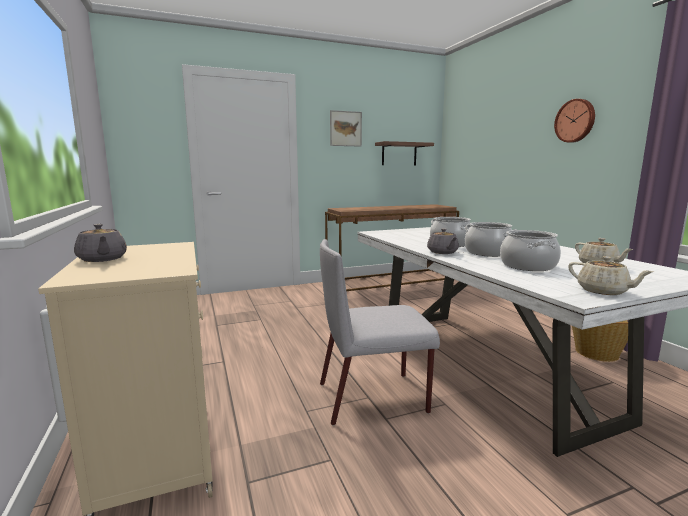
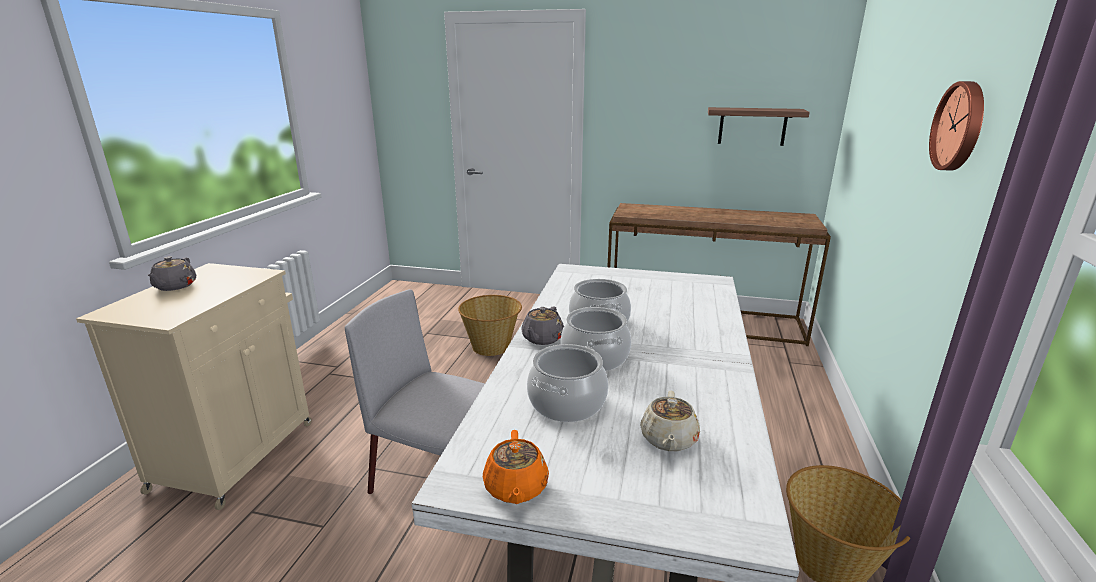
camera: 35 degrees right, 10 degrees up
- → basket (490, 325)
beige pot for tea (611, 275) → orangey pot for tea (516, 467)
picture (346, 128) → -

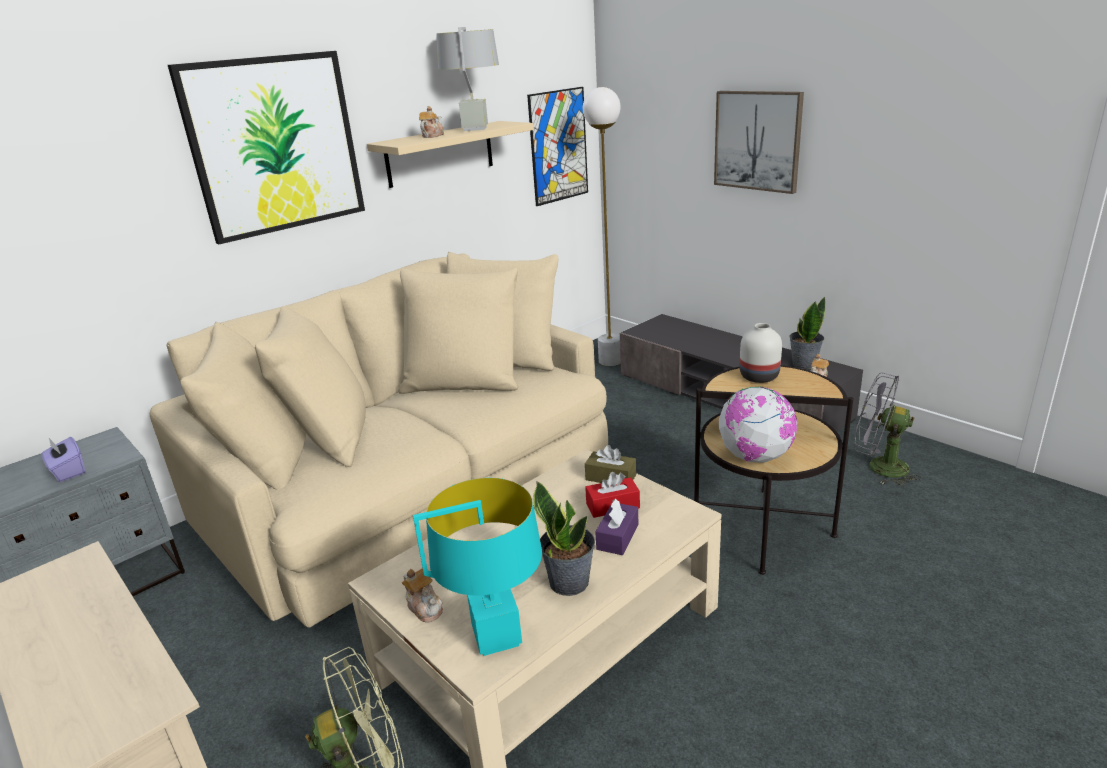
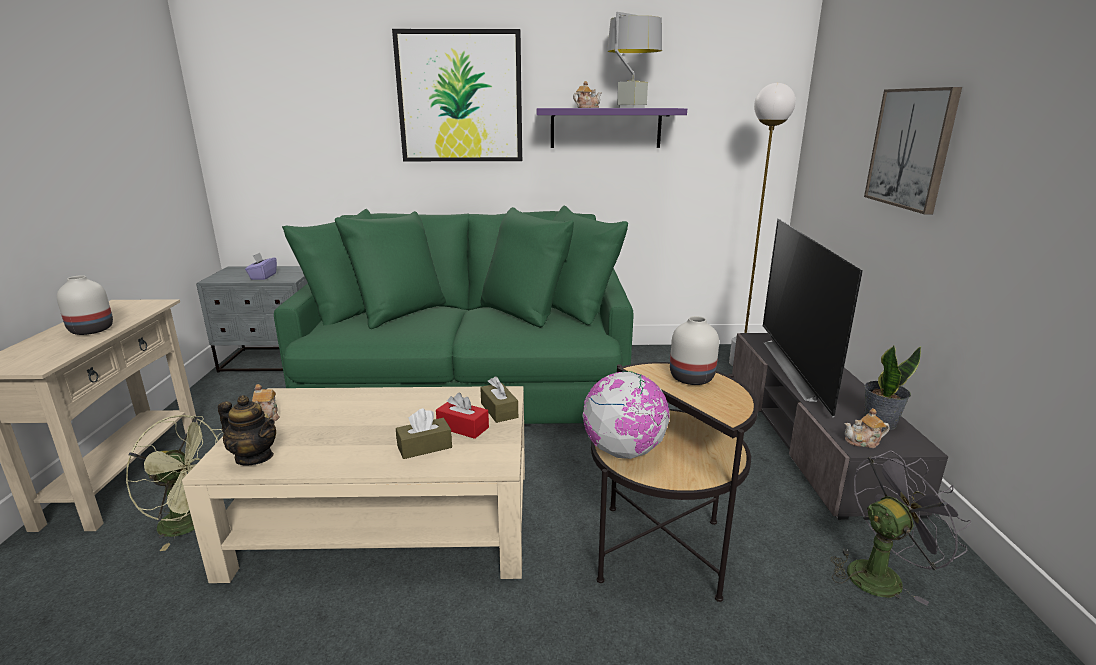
camera: 40 degrees right, 5 degrees down
- → white-coloured vase (85, 305)
turquoise table lamp (477, 567) → pot for tea (247, 430)
beige couch (379, 440) → green couch (453, 314)
purple-coloured box of tissues (616, 527) → brownish box of tissues (424, 433)
beige bracket shelf (450, 154) → purple-coloured bracket shelf (612, 128)
- → TV (813, 318)
gray cooling fan (887, 428) → gray cooling fan (901, 527), 90 degrees clockwise
picture (557, 146) → -
potted plant (564, 538) → -

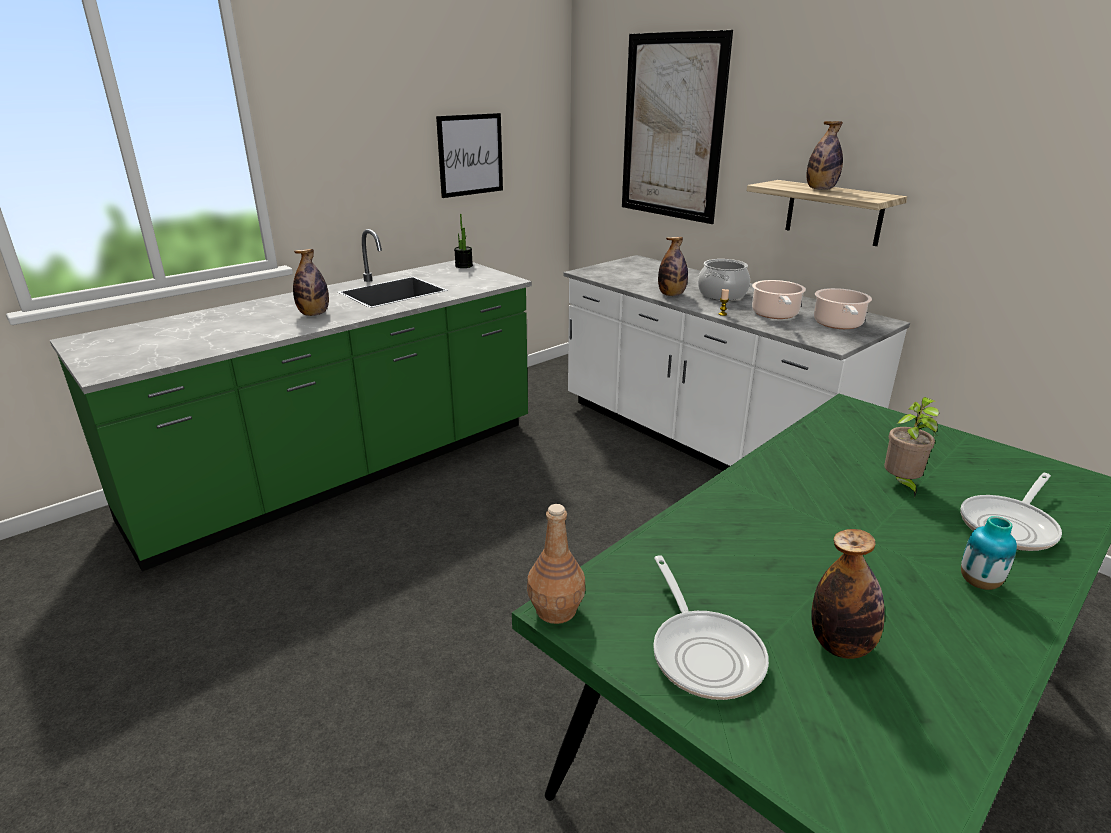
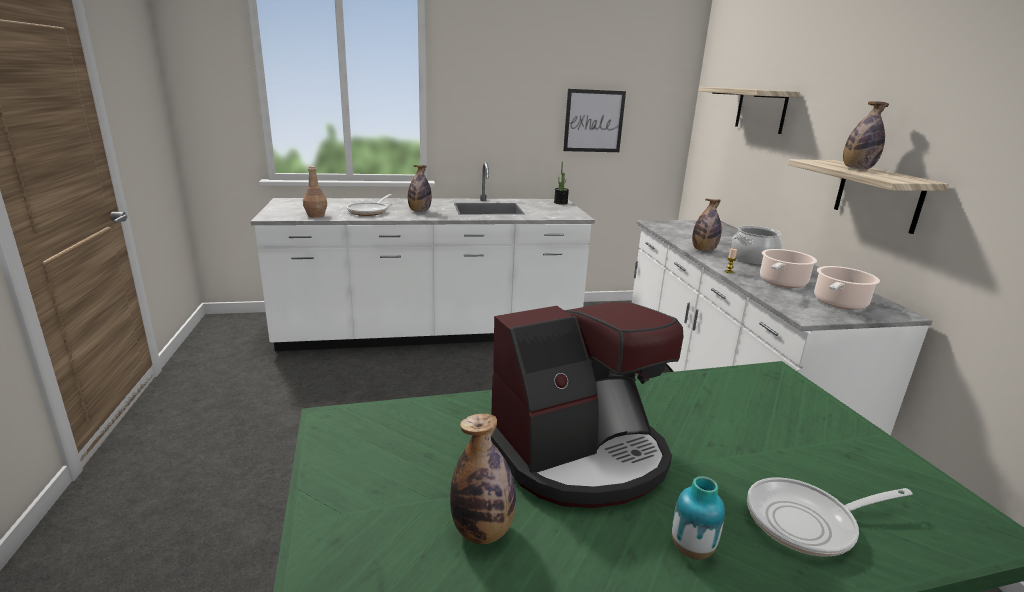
camera: 30 degrees right, 5 degrees down
green kitchen counter (291, 400) → white-coloured kitchen counter (423, 256)
brownish drink bottle (556, 564) → brownish drink bottle (315, 192), relocated
skillet (711, 627) → skillet (369, 205), relocated
- → coffee brewer (587, 404)
picture (677, 127) → bracket shelf (749, 110)
potted plant (911, 446) → -

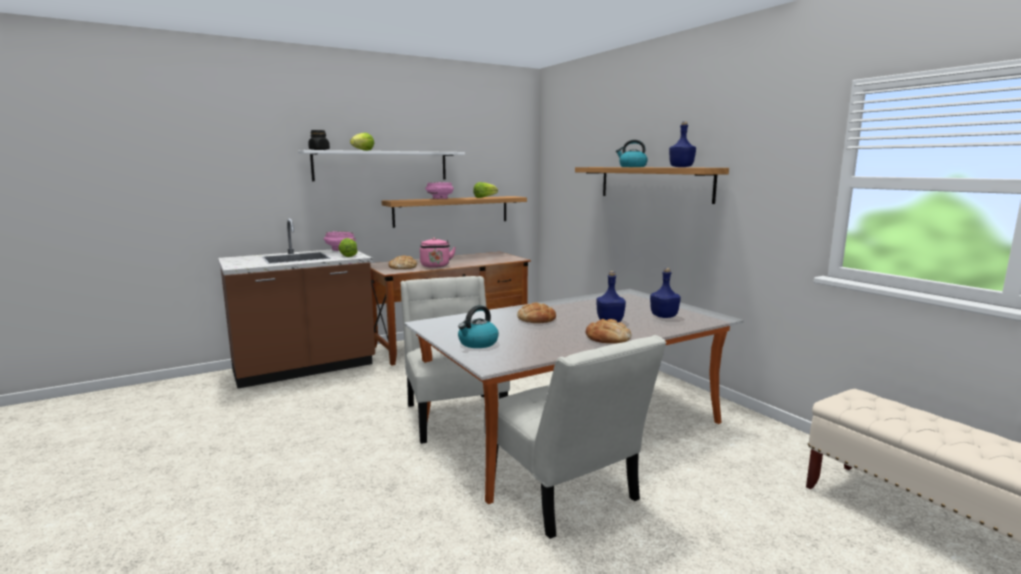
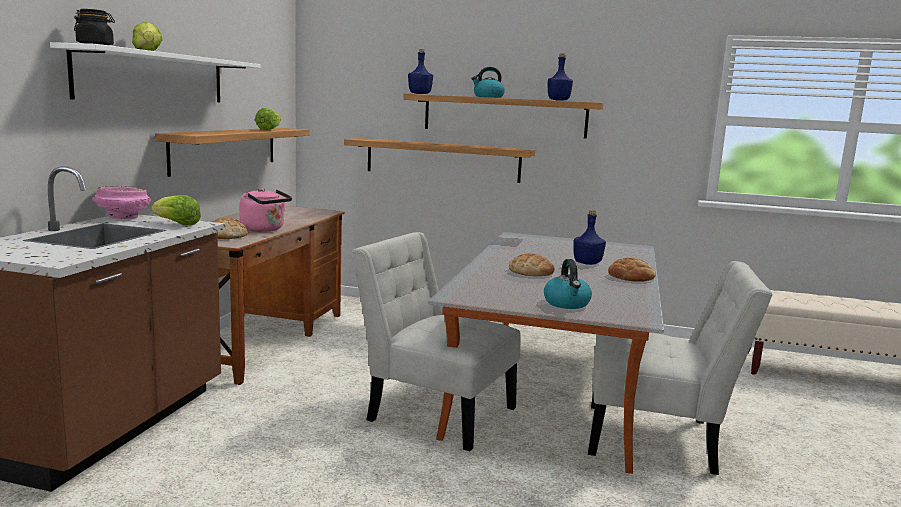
camera: 45 degrees left, 0 degrees up
- → bracket shelf (439, 160)
blue-coloured drink bottle (665, 293) → blue-coloured drink bottle (420, 71), relocated
pink deep dish (439, 190) → -

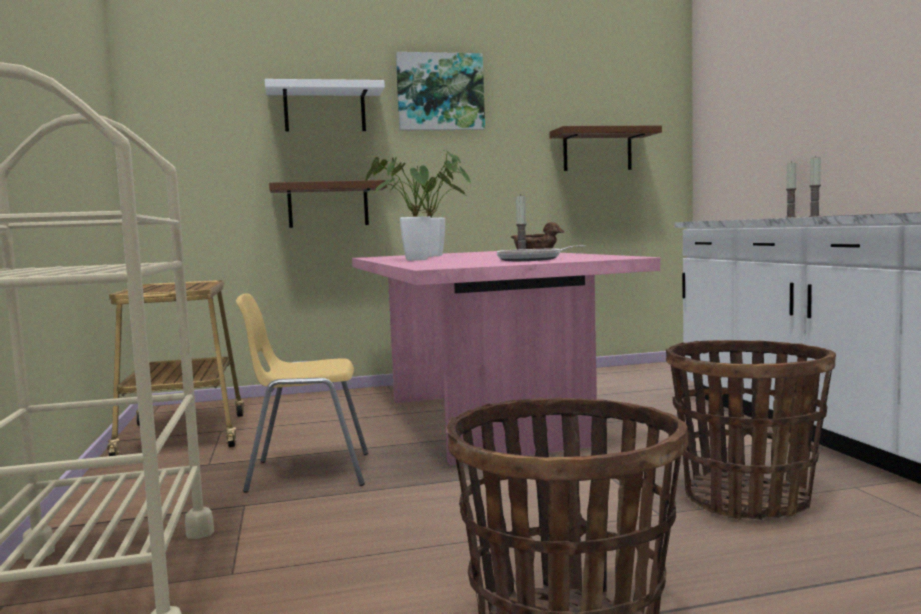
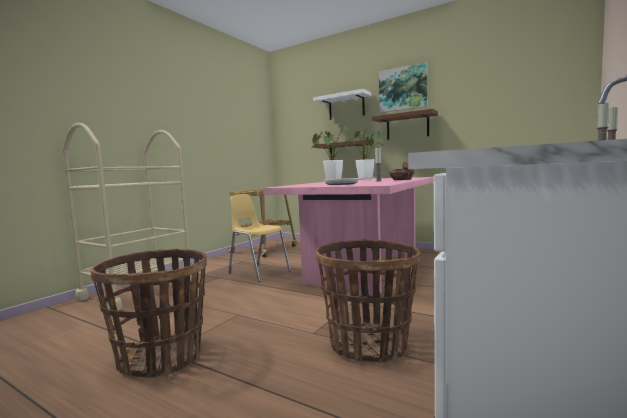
camera: 45 degrees right, 0 degrees up
brownish bracket shelf (605, 148) → brownish bracket shelf (405, 124), relocated

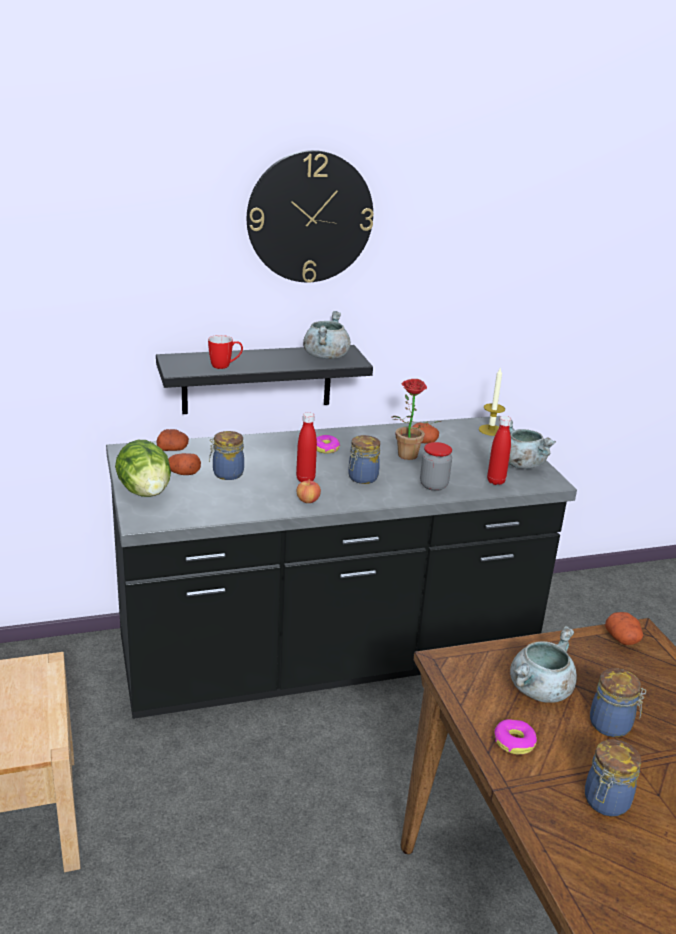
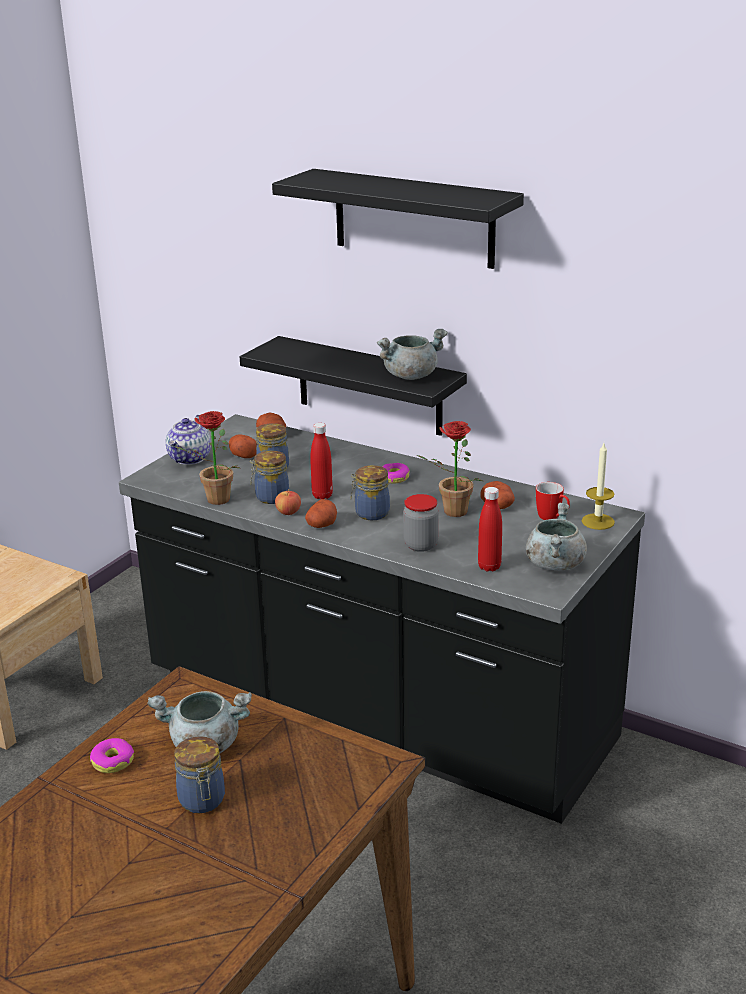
camera: 50 degrees right, 0 degrees up
lettuce (143, 468) → pot for tea (188, 440)
- → potted plant (206, 458)
preserve jar (613, 778) → preserve jar (269, 477), relocated
wall clock (310, 216) → black-coloured bracket shelf (398, 219)
whole potato (624, 628) → whole potato (321, 513), relocated
mug (225, 352) → mug (553, 501), relocated

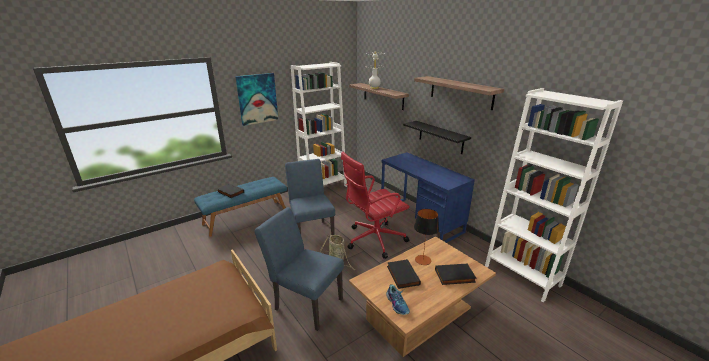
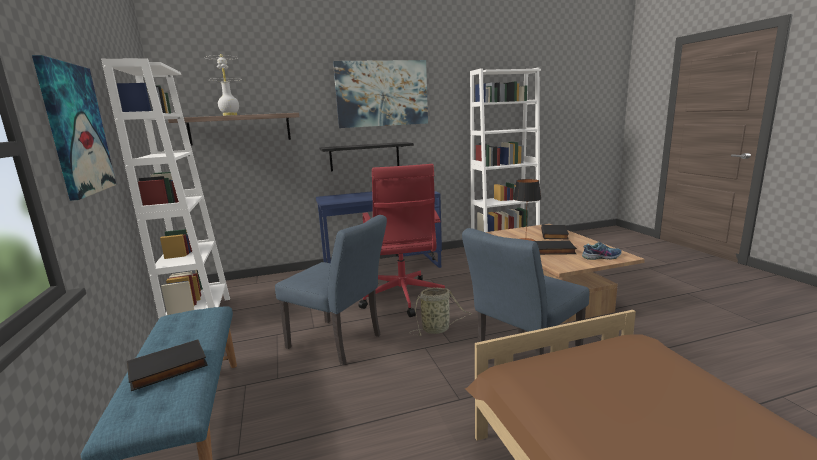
camera: 70 degrees left, 10 degrees down
blue-coloured plain chair (310, 197) → blue-coloured plain chair (331, 290), 150 degrees counterclockwise
bracket shelf (459, 93) → picture (380, 94)

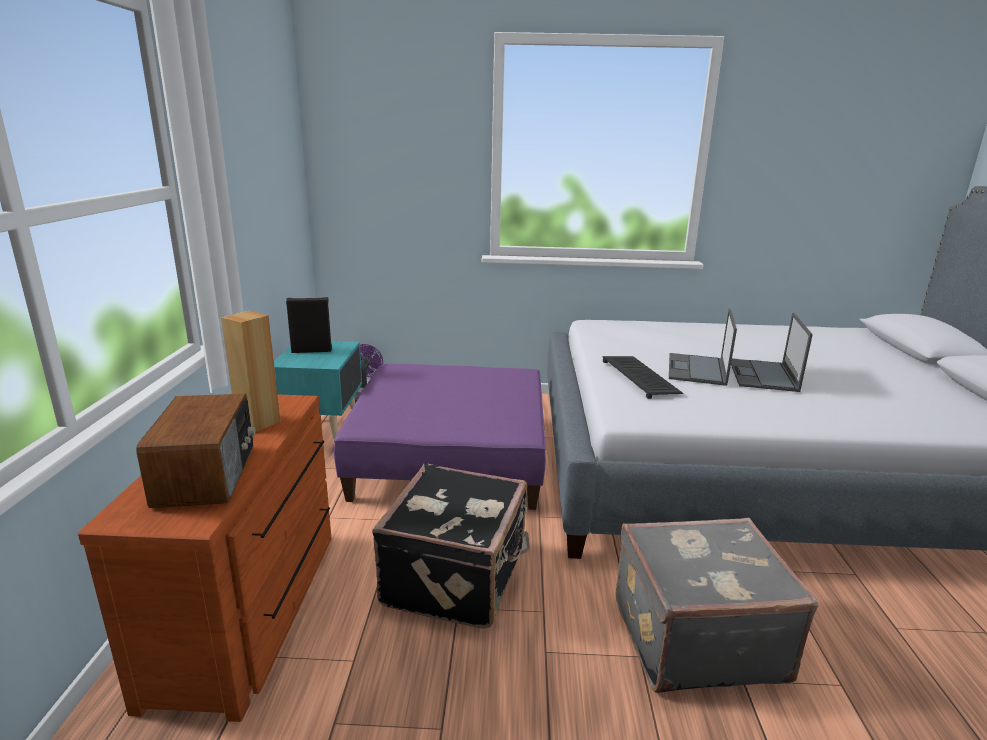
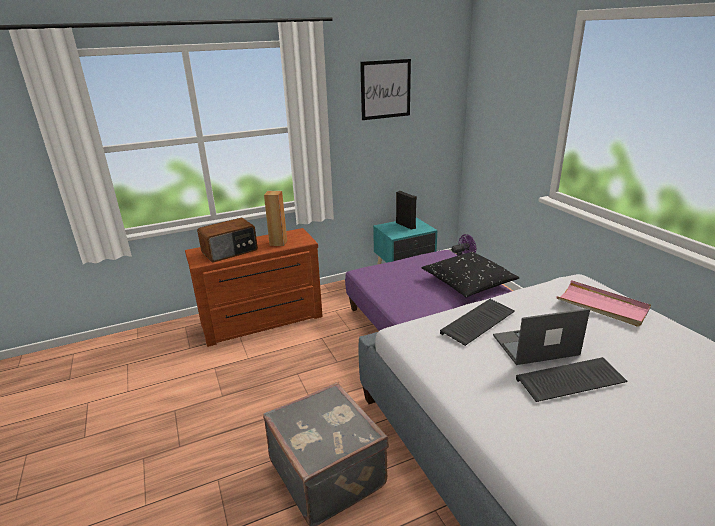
camera: 65 degrees right, 5 degrees up
- → picture (385, 89)
- → black-coloured cushion (470, 275)
portable computer (772, 352) → PC keyboard (572, 379)
- → pink serving tray (604, 303)
black-coloured travel case (450, 546) → -

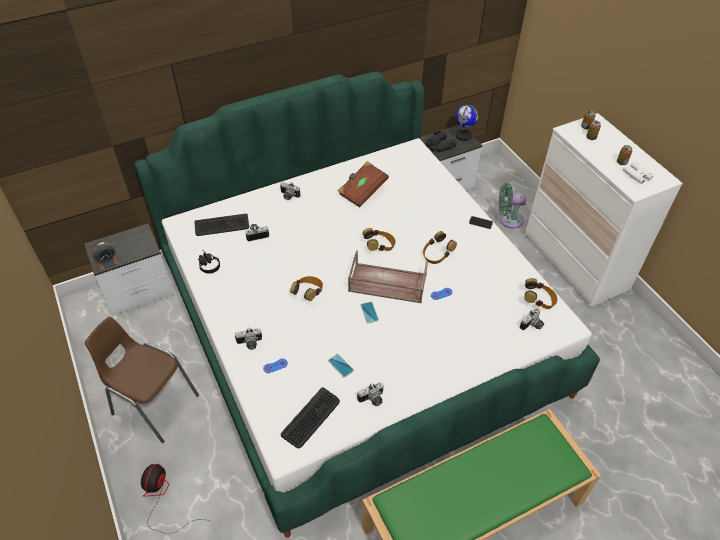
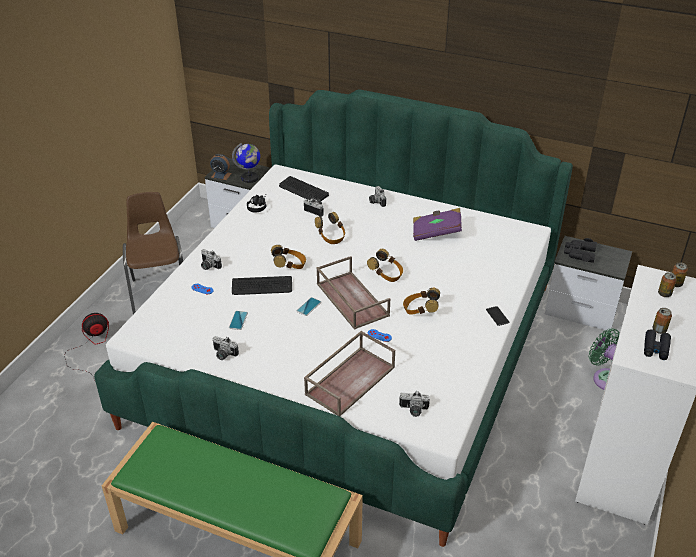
camera: 50 degrees right, 10 degrees down
globe (467, 123) → globe (246, 163), relocated
PC keyboard (310, 417) → PC keyboard (262, 285), relocated
- → brownish serving tray (349, 373)
headset (540, 293) → headset (330, 228), relocated
brownish bound book (363, 184) → purple-coloured bound book (437, 224)
white-coloured field glasses (638, 172) → black-coloured field glasses (657, 344)

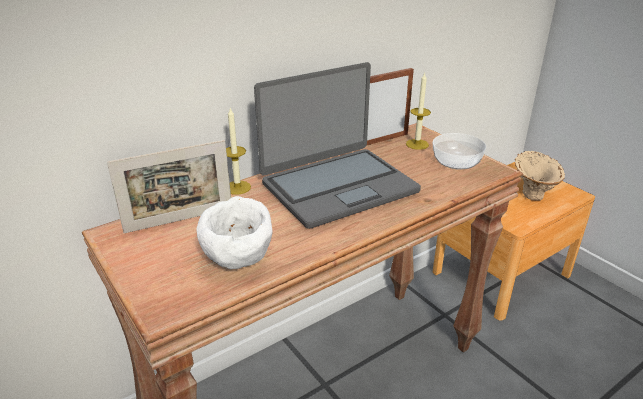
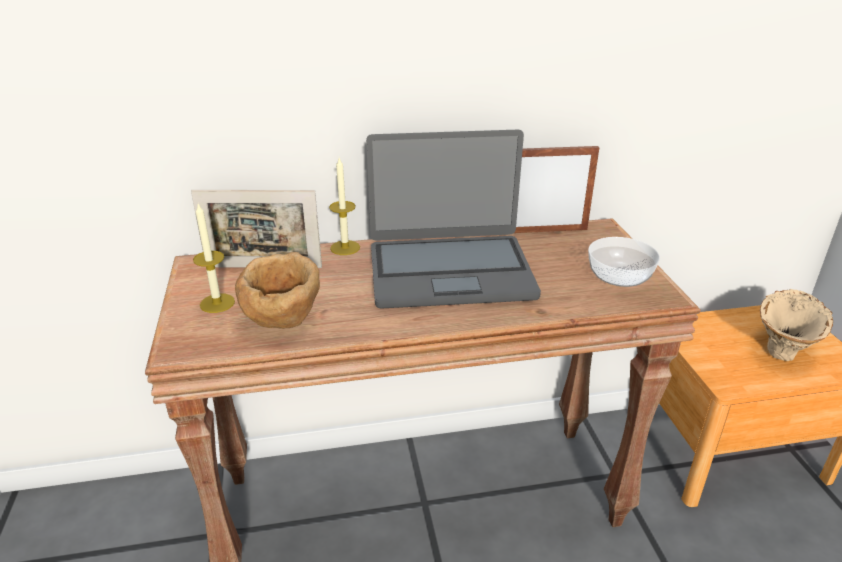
camera: 25 degrees right, 0 degrees up
wax candle (418, 111) → wax candle (214, 258), relocated
white-coloured deep dish (234, 232) → brownish deep dish (277, 290)

